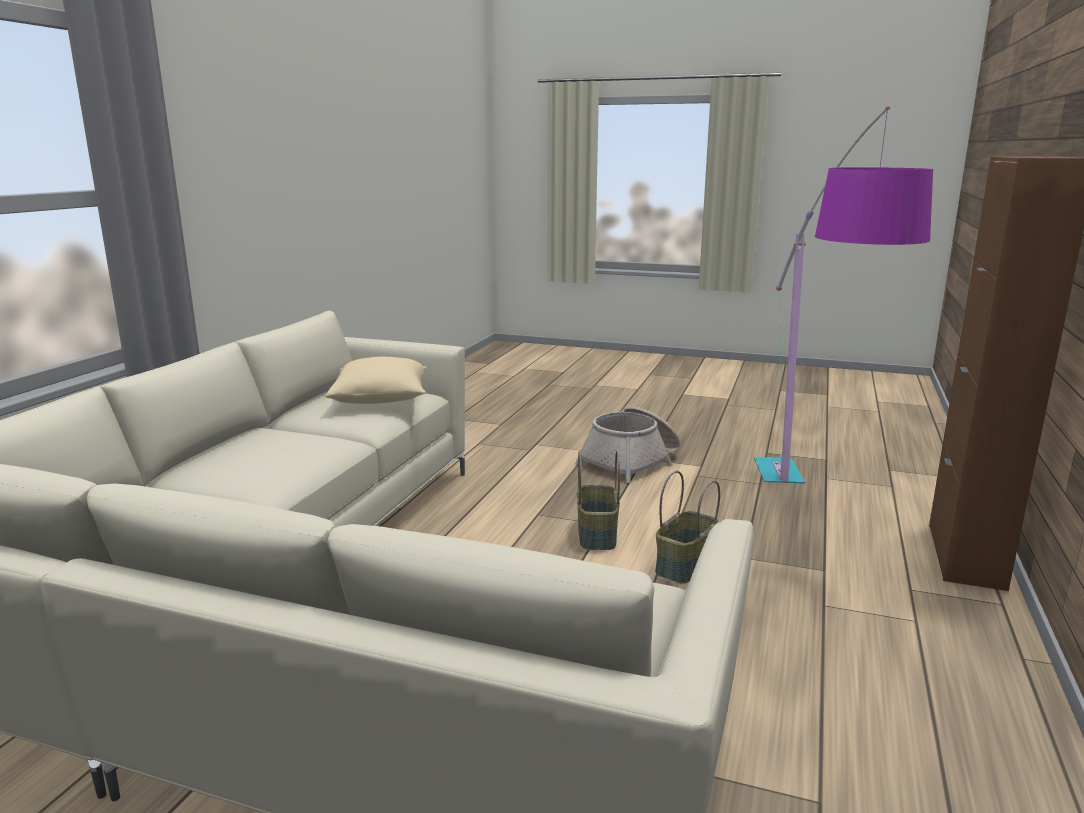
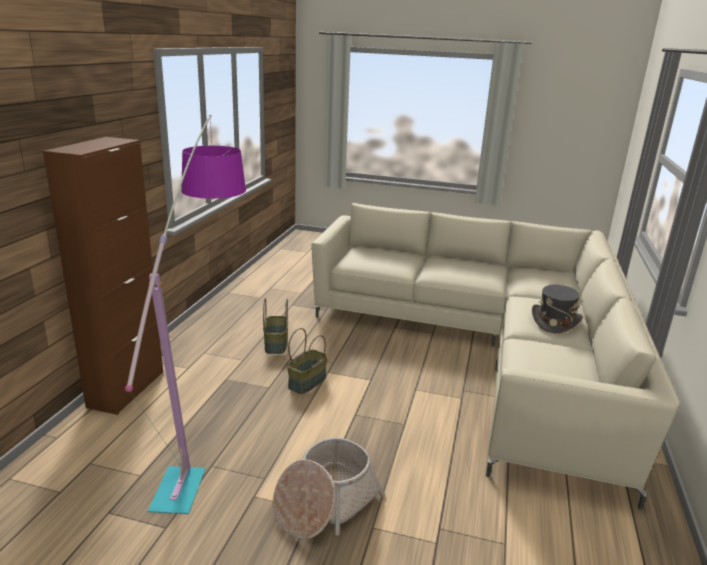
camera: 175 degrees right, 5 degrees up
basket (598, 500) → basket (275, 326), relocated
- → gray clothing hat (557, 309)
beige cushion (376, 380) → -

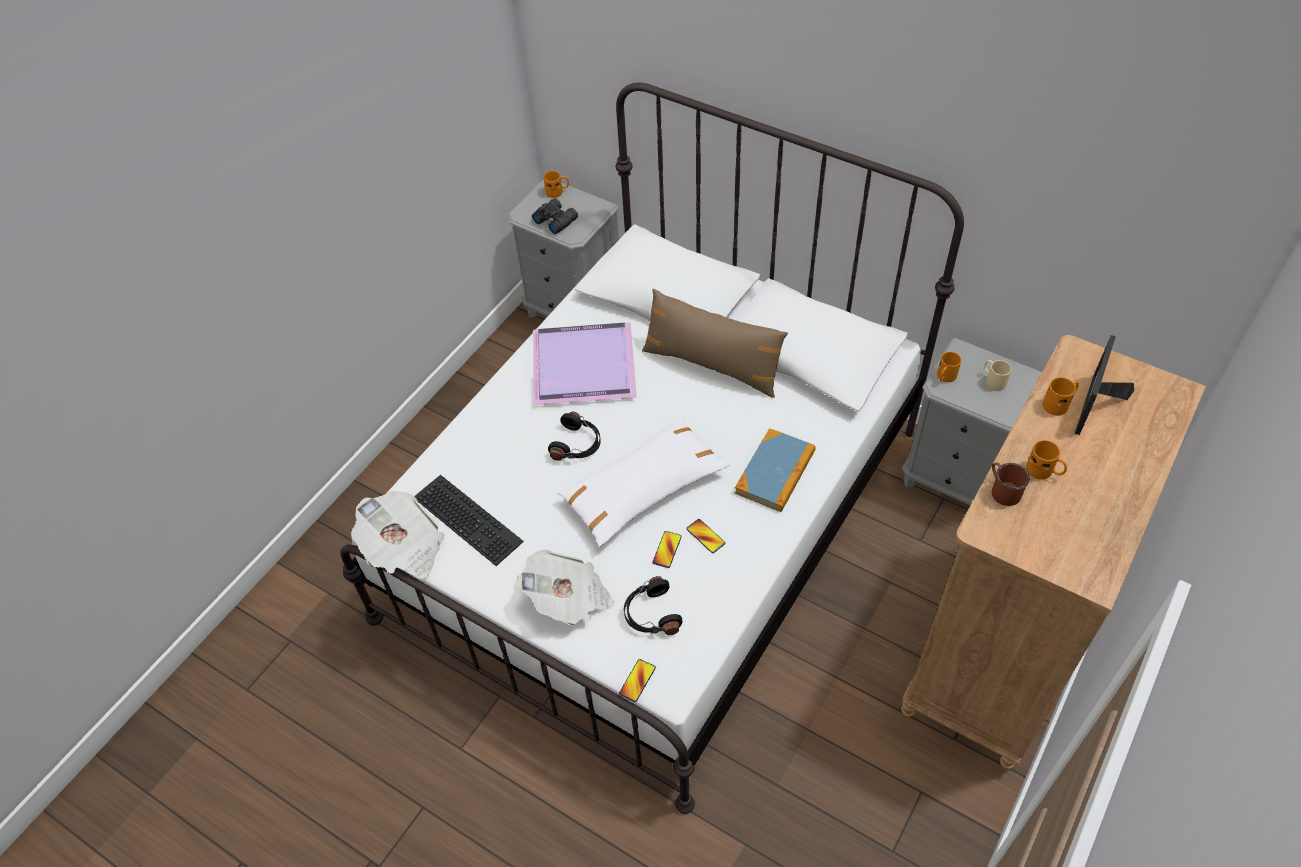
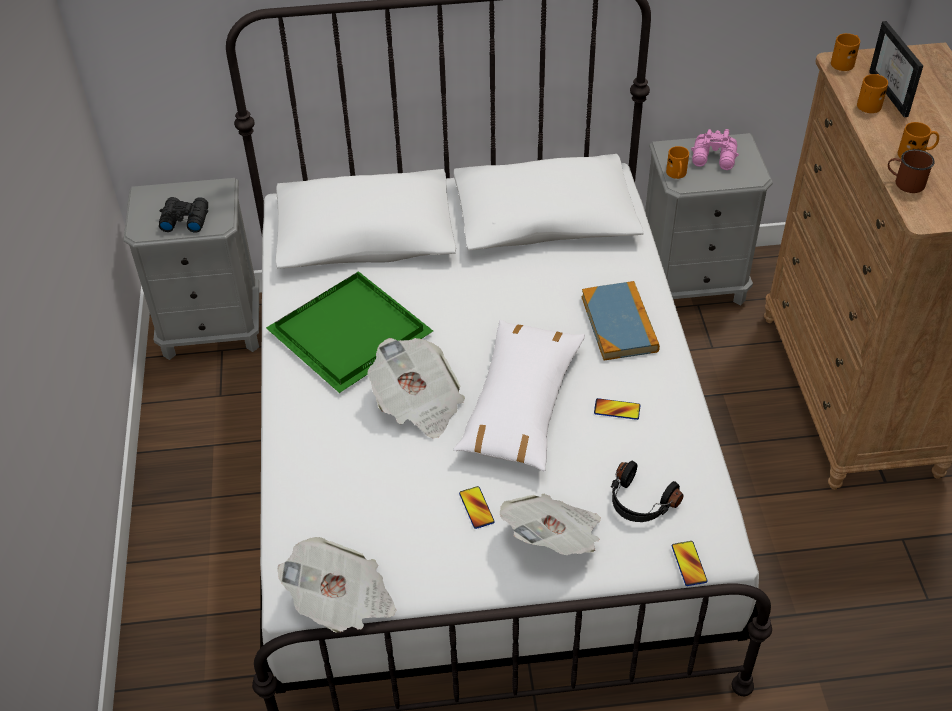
camera: 40 degrees left, 5 degrees down
purple-coloured serving tray (585, 363) → green serving tray (349, 332)
black-coloured headset (574, 436) → daily paper (416, 388)
telephone (667, 549) → telephone (477, 507), relocated
beige mug (997, 375) → pink field glasses (715, 149)
orangey mug (556, 184) → orangey mug (845, 52), relocated
PC keyboard (469, 520) → -
brownish cushion (715, 343) → -

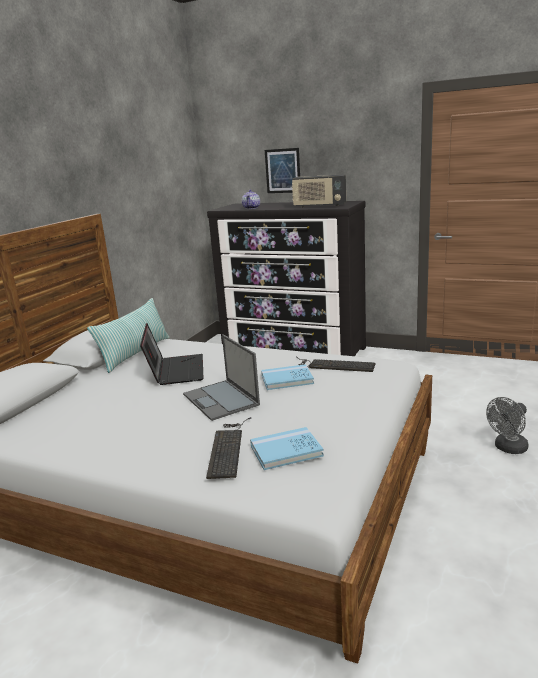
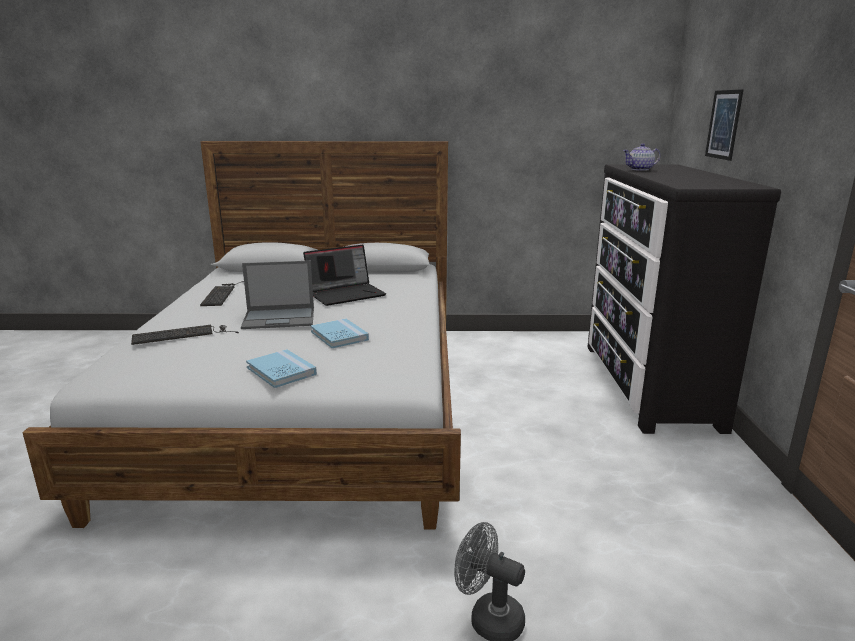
camera: 65 degrees right, 0 degrees up
PC keyboard (336, 364) → PC keyboard (222, 293), relocated
portable computer (221, 377) → portable computer (277, 295), 135 degrees counterclockwise
blue-coloured bound book (287, 448) → blue-coloured bound book (281, 368), relocated
cushion (128, 335) → -
radio receiver (319, 191) → -

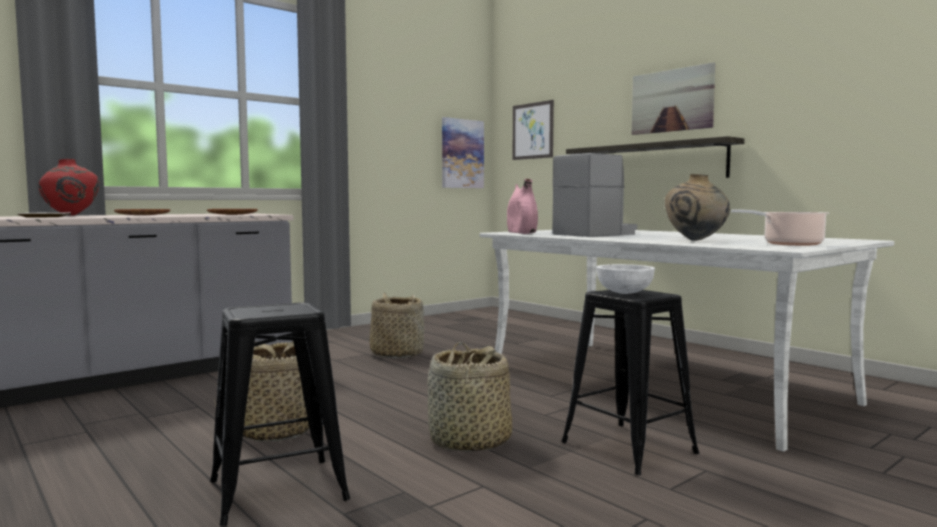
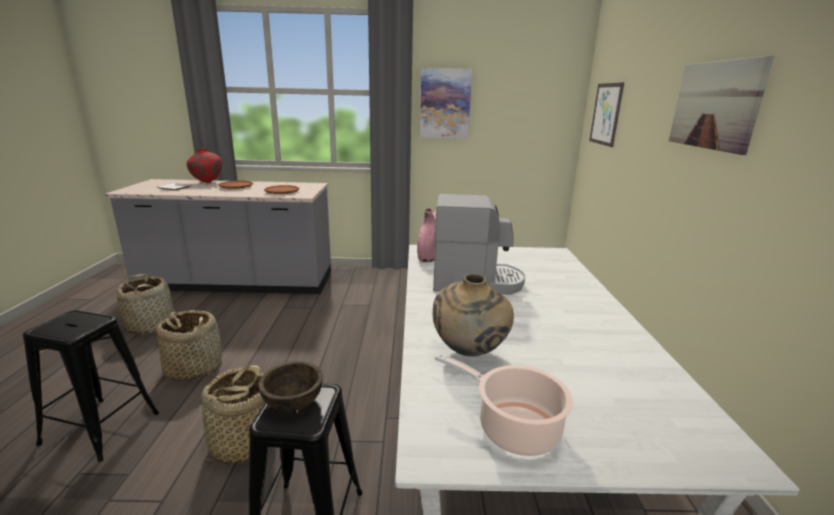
camera: 40 degrees right, 15 degrees up
basket (397, 325) → basket (145, 305), relocated
white-coloured deep dish (625, 279) → brownish deep dish (290, 386)
picture (463, 152) → picture (446, 103), relocated
bracket shelf (655, 157) → -

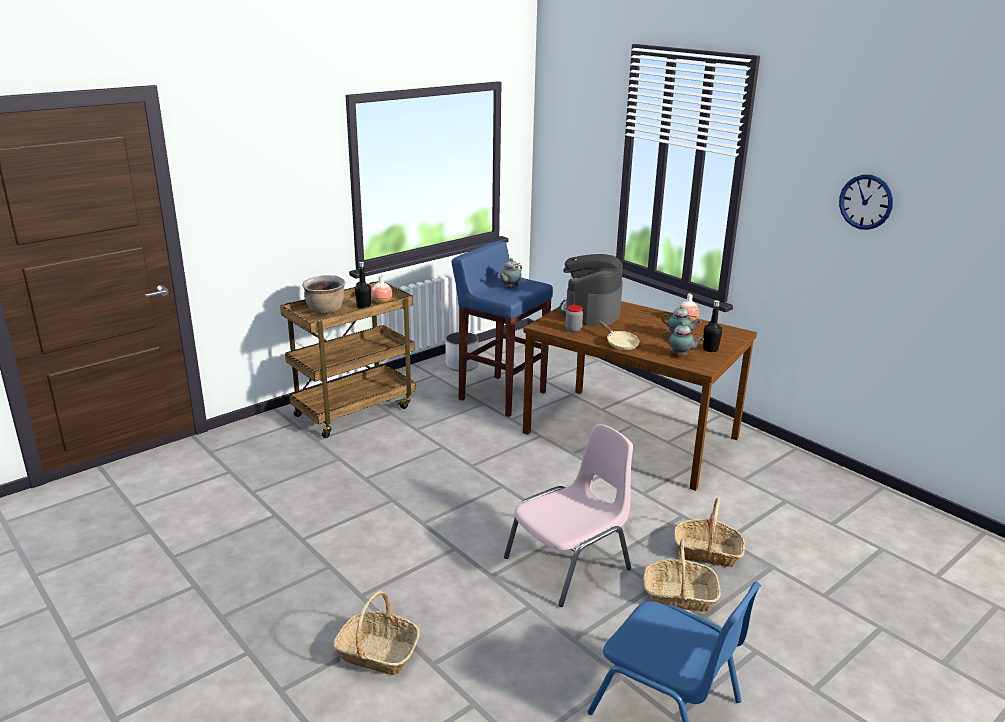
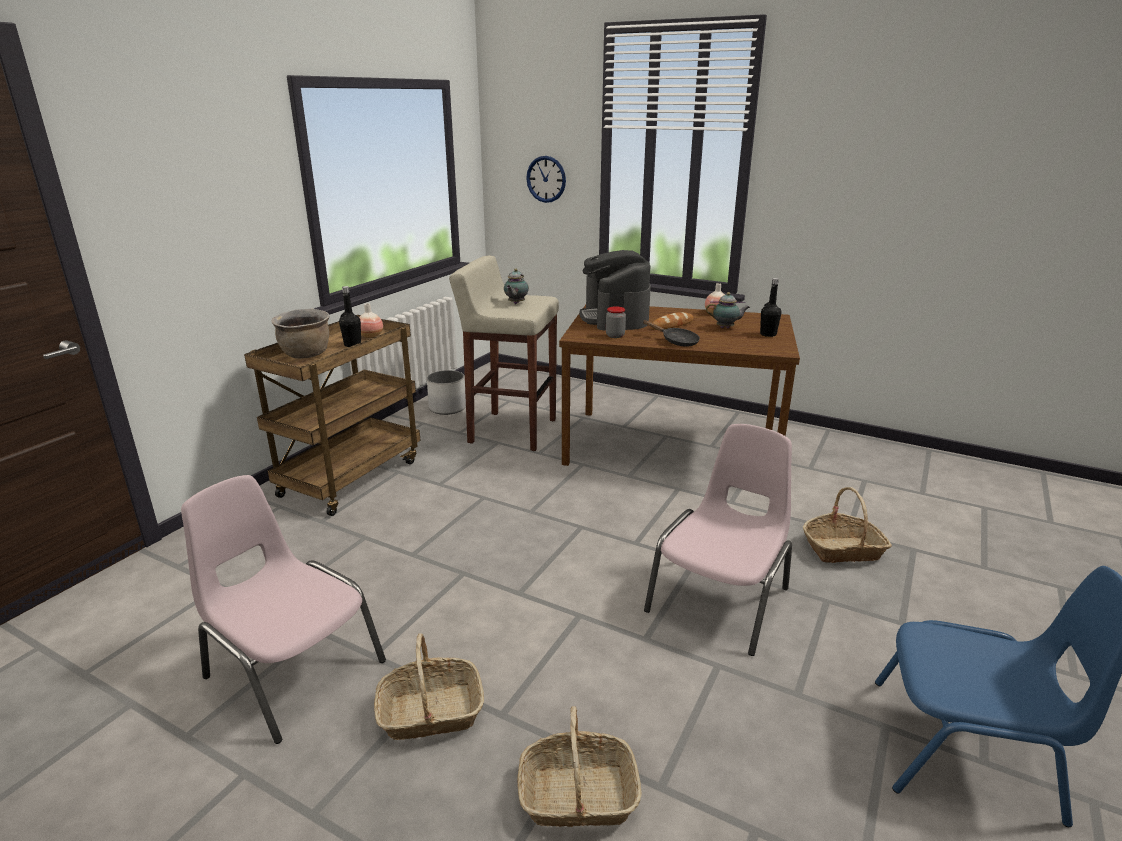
camera: 20 degrees left, 0 degrees up
- → pink plain chair (283, 609)
basket (682, 575) → basket (429, 686), relocated
blue-coloured sitting stool (502, 329) → beige sitting stool (504, 353)
wall clock (866, 202) → wall clock (546, 179), relocated
beige skillet (619, 335) → black-coloured skillet (671, 333)
- → bakery bread (672, 321)
pot for tea (683, 339) → -

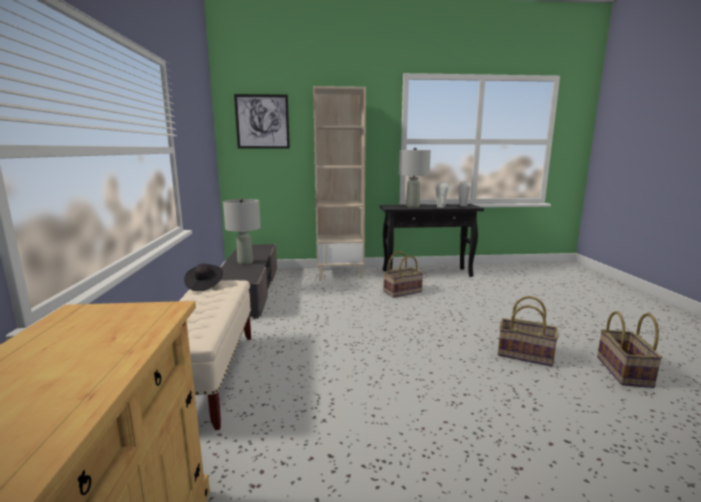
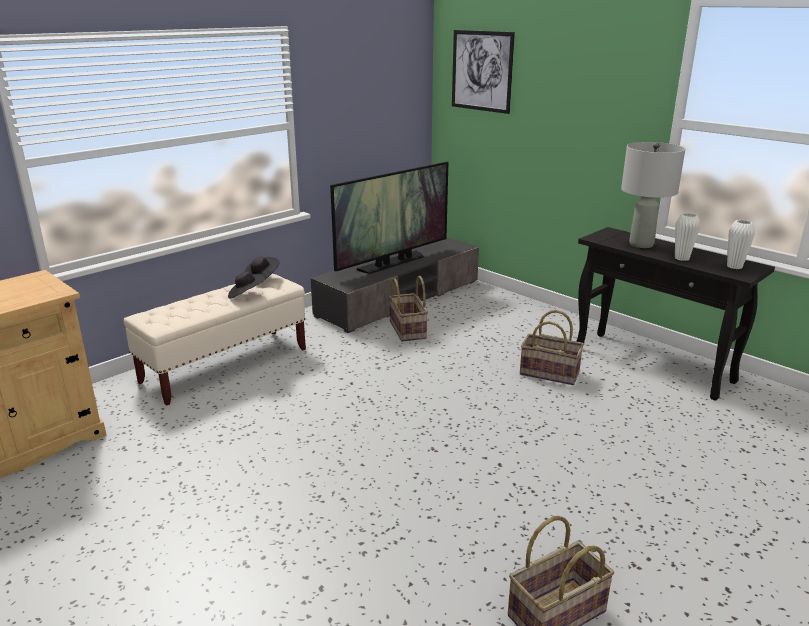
camera: 50 degrees right, 10 degrees up
- → black-coloured clothing hat (247, 285)
gray table lamp (242, 231) → TV (389, 218)
basket (528, 331) → basket (408, 308), relocated
beige bookcase (339, 183) → -

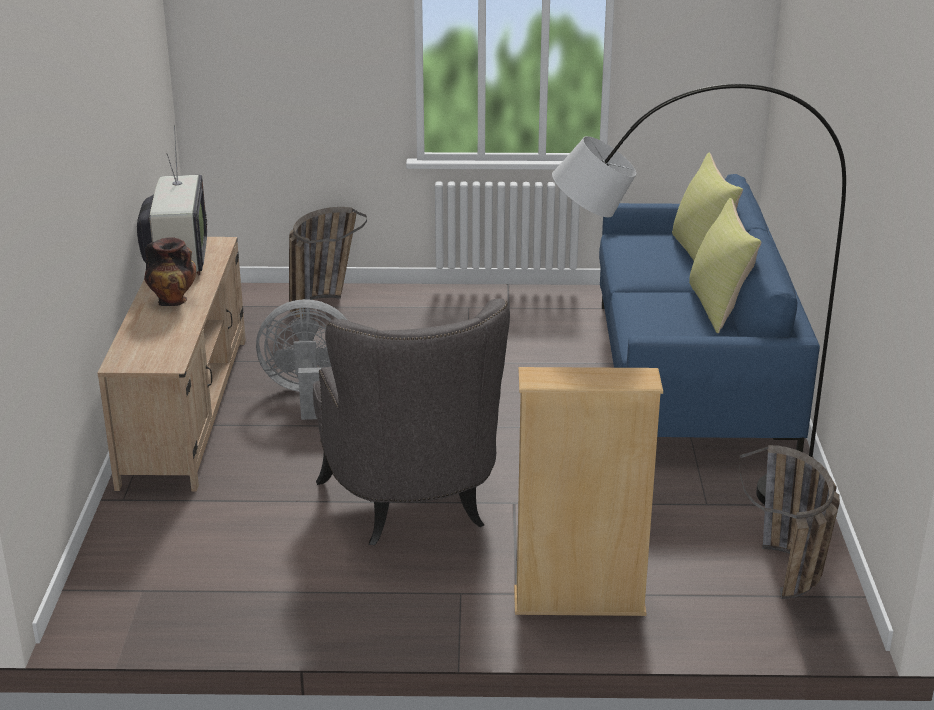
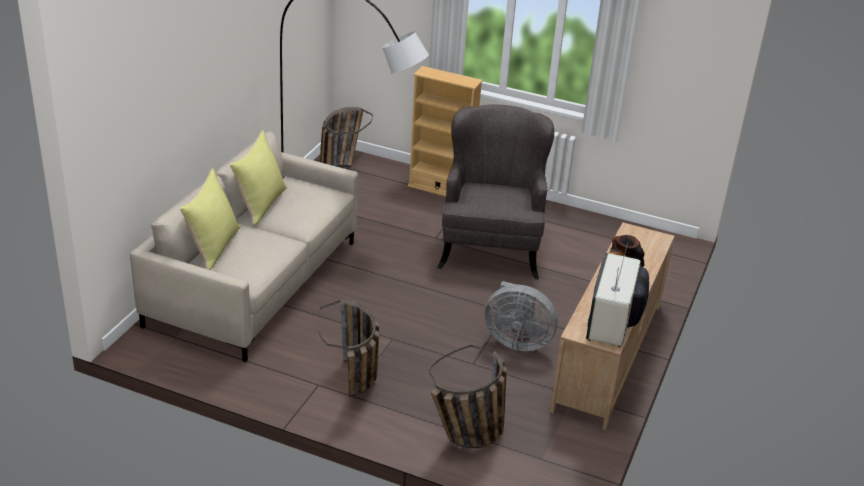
camera: 160 degrees left, 5 degrees up
blue-coloured couch (709, 313) → beige couch (244, 247)
- → basket (348, 348)

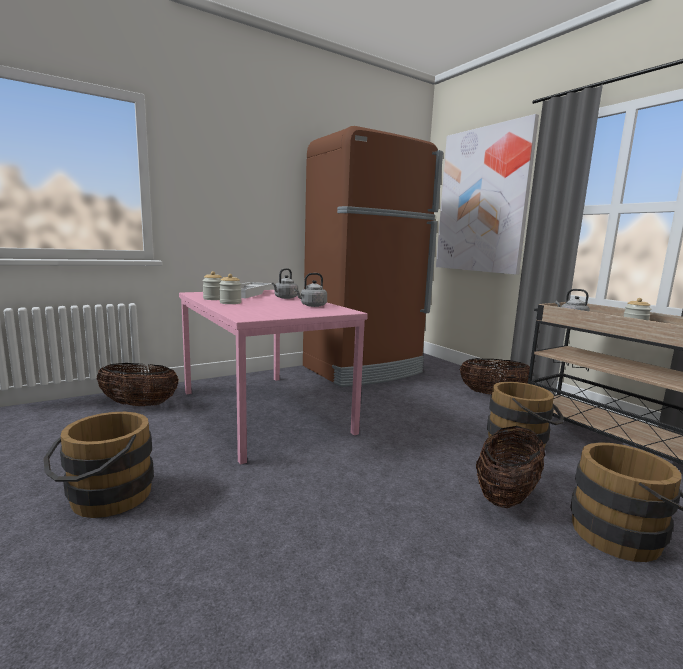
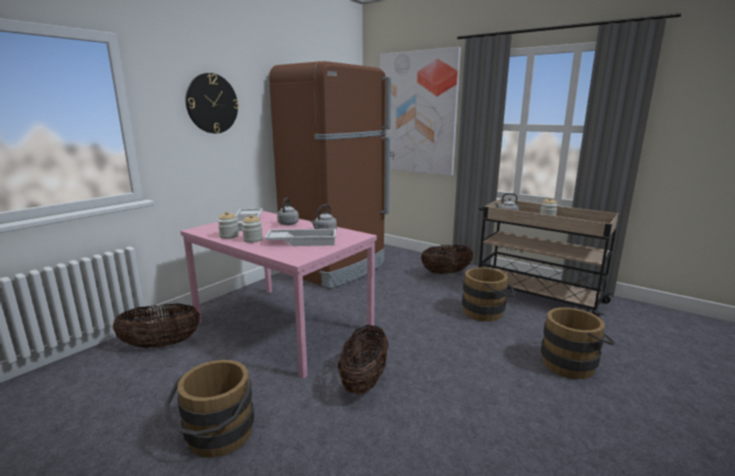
camera: 20 degrees left, 5 degrees up
- → wall clock (212, 103)
- → white-coloured serving tray (300, 237)
basket (510, 467) → basket (363, 360), relocated

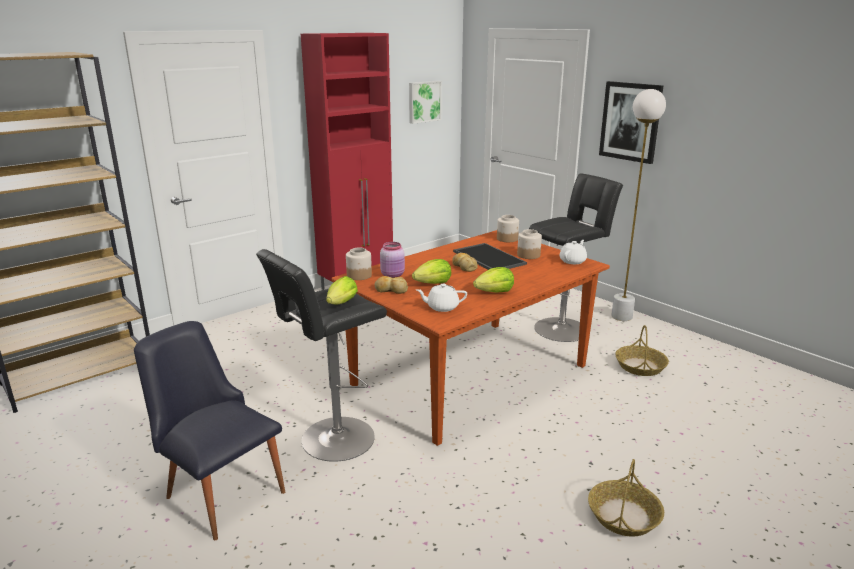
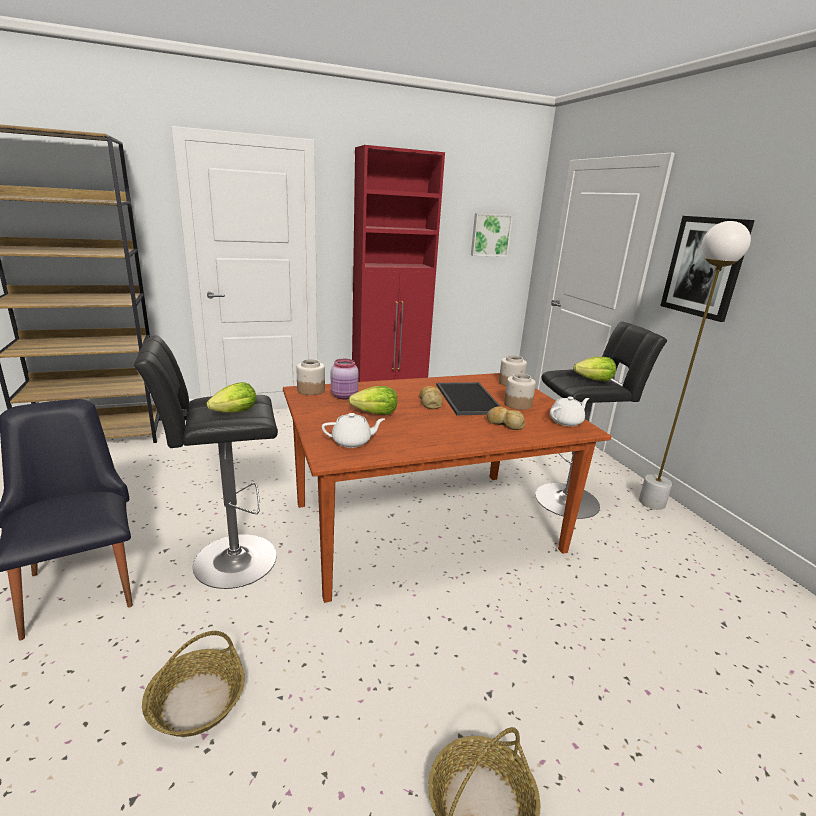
camera: 20 degrees right, 0 degrees up
basket (642, 350) → basket (193, 684), relocated
white-coloured pot for tea (441, 298) → white-coloured pot for tea (353, 430), 150 degrees clockwise
bakery bread (391, 285) → bakery bread (506, 418), relocated
lettuce (493, 280) → lettuce (594, 369), relocated

